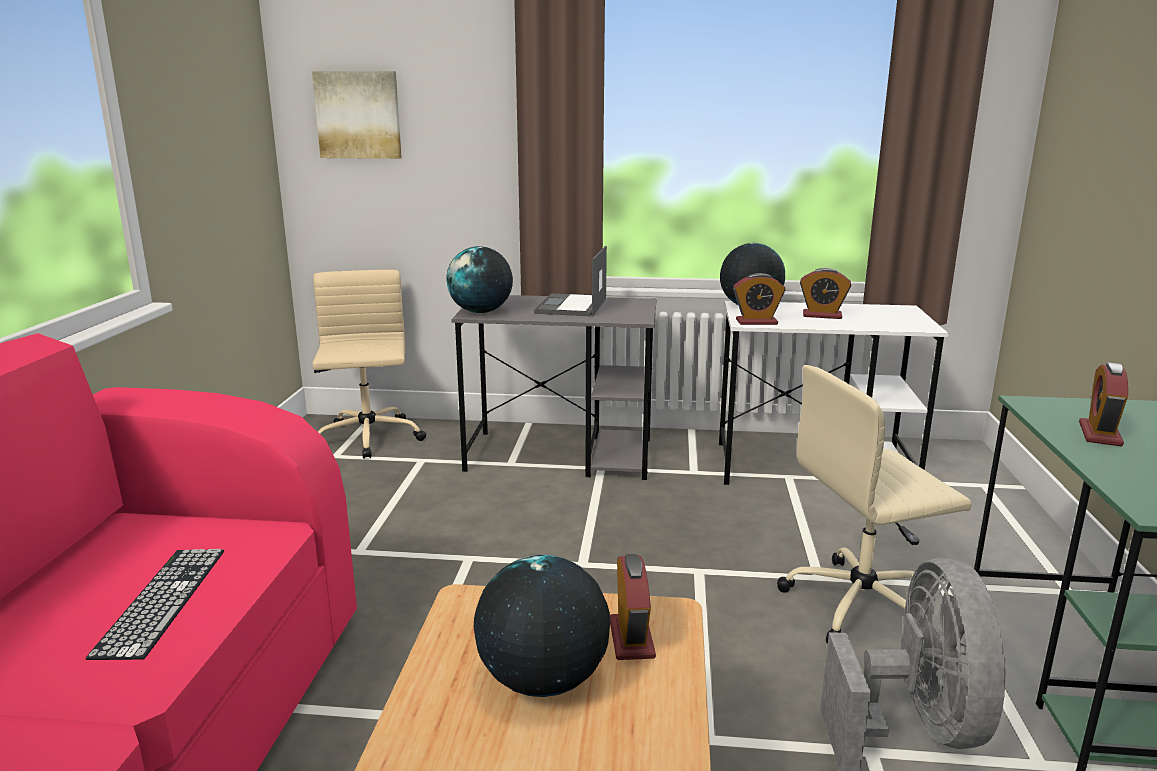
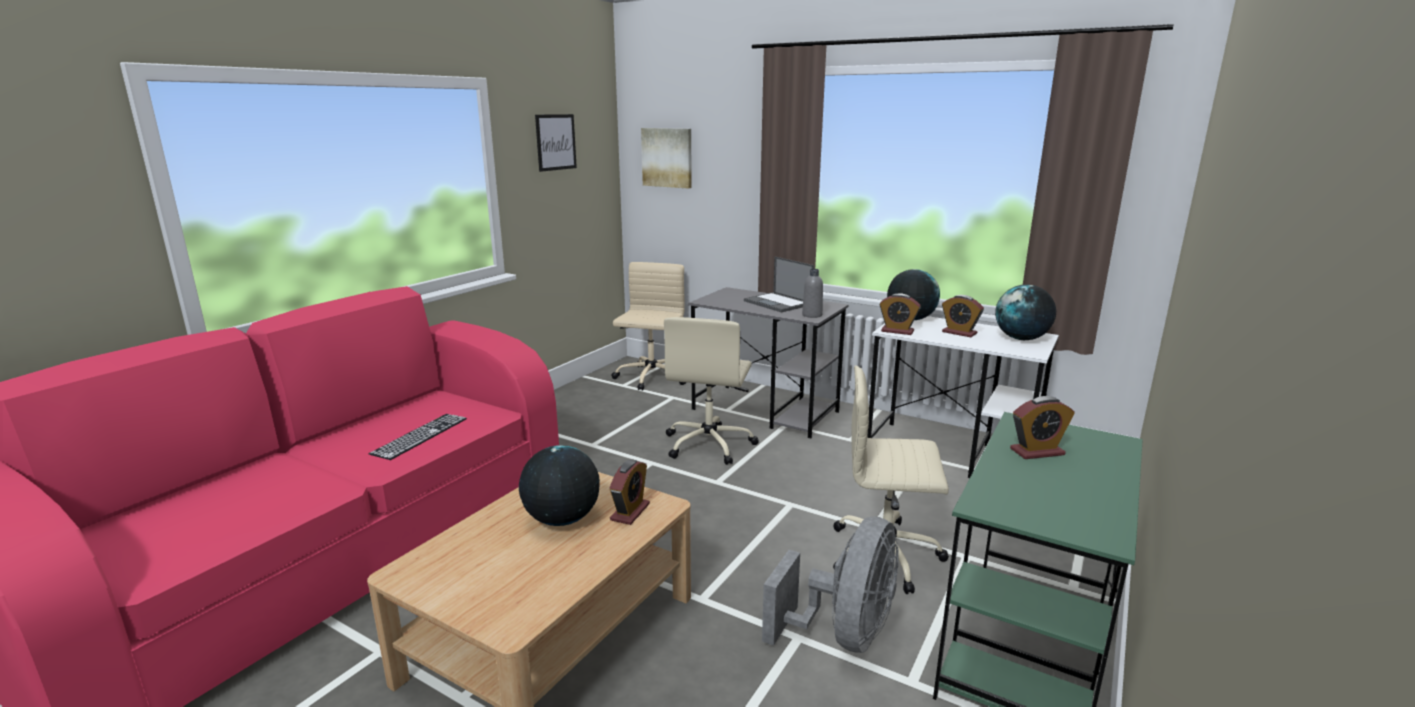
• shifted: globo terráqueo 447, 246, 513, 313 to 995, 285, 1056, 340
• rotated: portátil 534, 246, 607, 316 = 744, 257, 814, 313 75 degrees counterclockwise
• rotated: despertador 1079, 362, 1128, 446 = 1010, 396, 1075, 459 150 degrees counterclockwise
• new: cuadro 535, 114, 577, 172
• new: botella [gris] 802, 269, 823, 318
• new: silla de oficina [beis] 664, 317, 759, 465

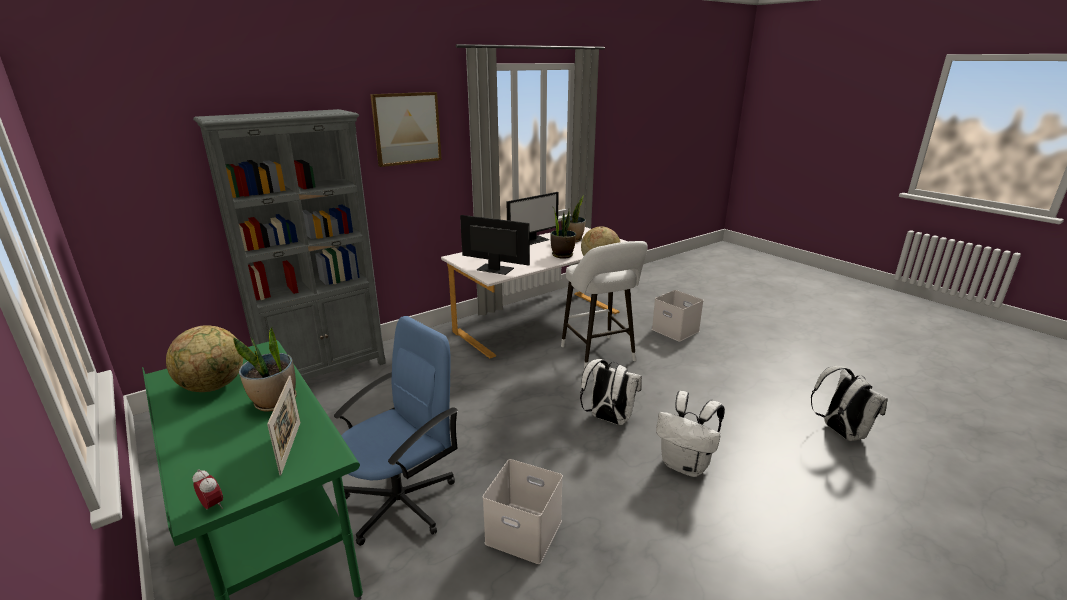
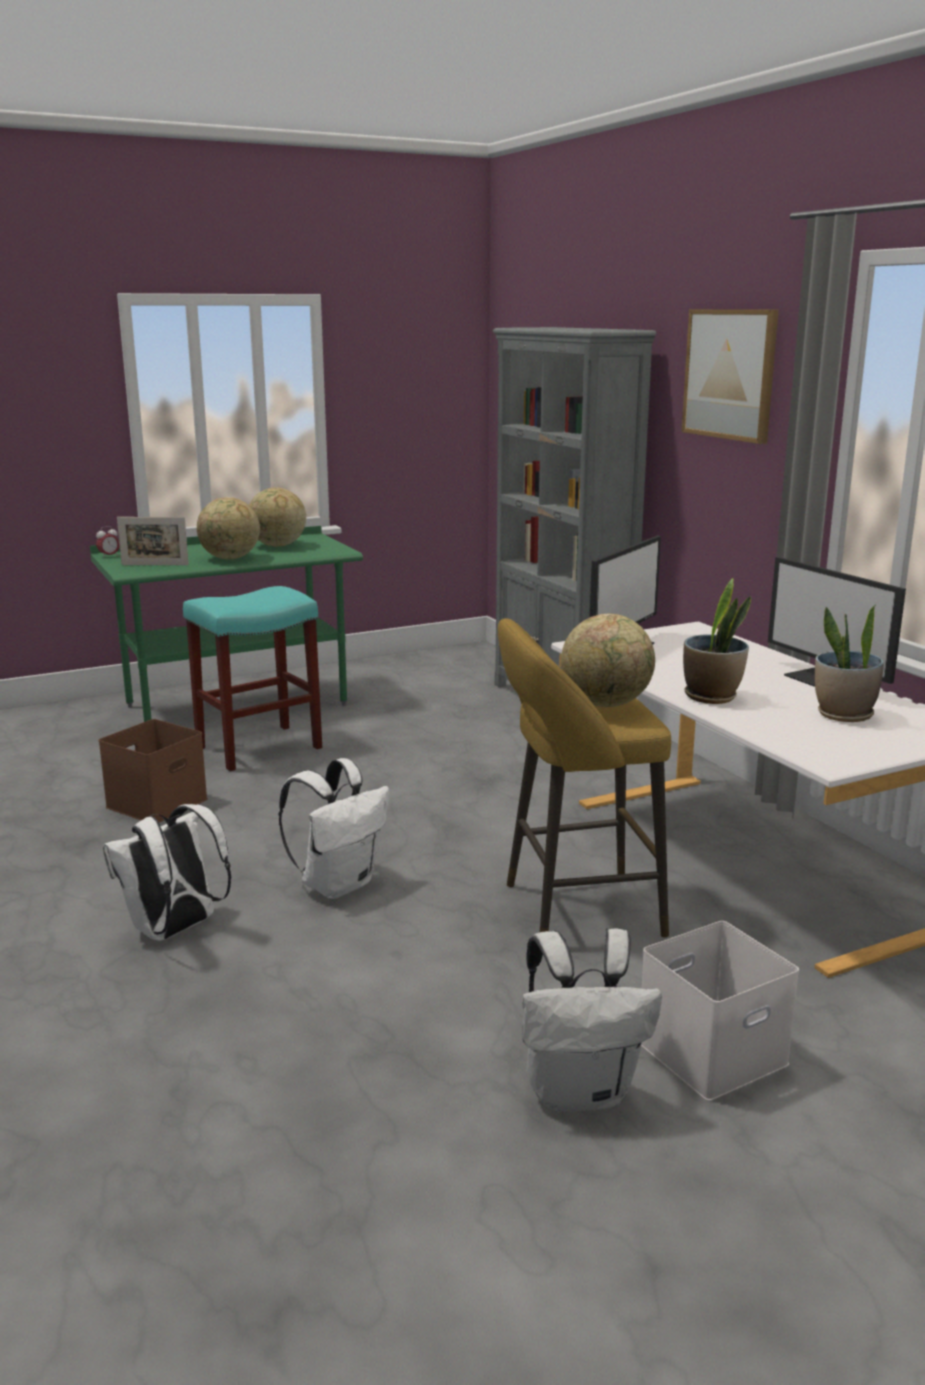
• repainted: taburete [blanco] 561, 241, 648, 369 to taburete [amarillo] 498, 618, 671, 937
• swapped: silla de oficina [azul] 334, 316, 458, 546 to taburete [turquesa] 183, 586, 322, 771
• swapped: planta en maceta 233, 326, 297, 412 to globo terráqueo 197, 497, 260, 559
• shifted: mochila [blanco] 811, 366, 888, 441 to 522, 928, 662, 1112
• repainted: caja de almacenaje [blanco] 483, 459, 563, 564 to caja de almacenaje [marrón] 99, 719, 208, 823

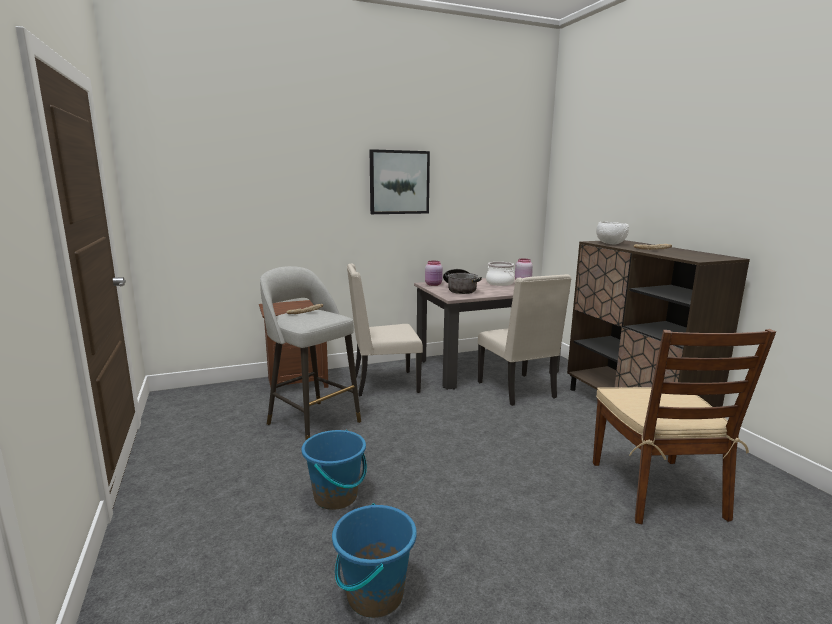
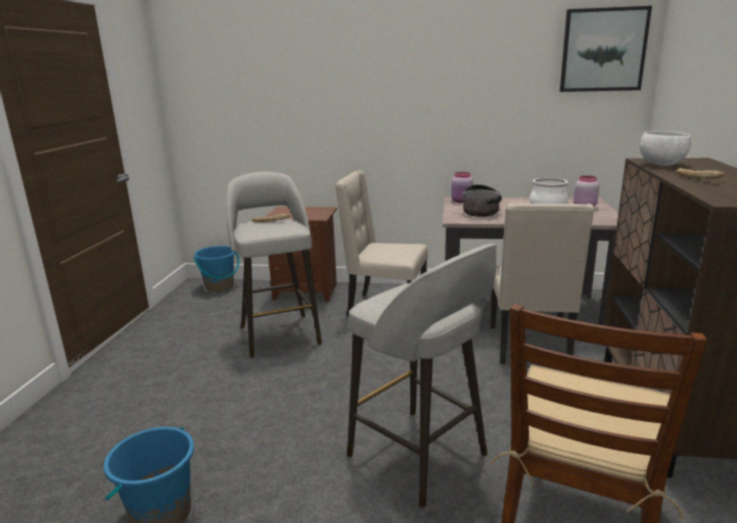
• shifted: cuadro 370, 149, 430, 214 to 560, 6, 652, 92
• shifted: cubo [azul] 301, 430, 367, 510 to 193, 246, 240, 292
• new: taburete [gris] 347, 244, 496, 508

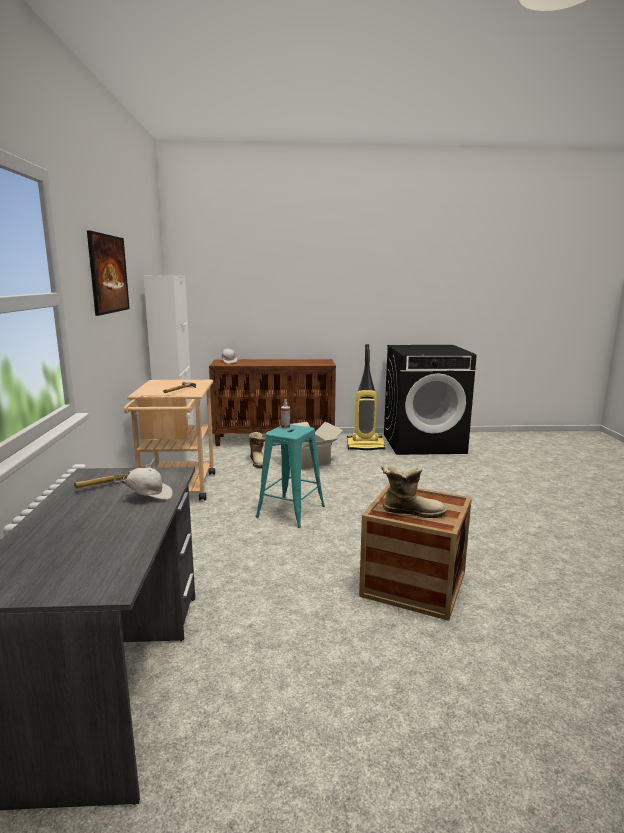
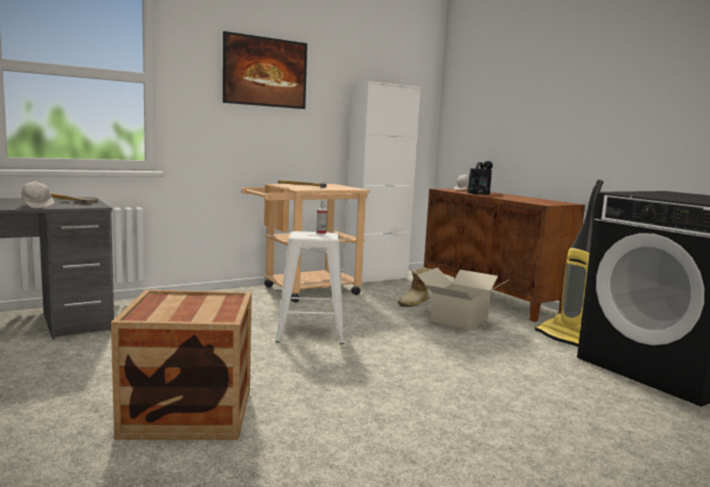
• repainted: taburete [turquesa] 256, 424, 325, 528 to taburete [blanco] 276, 231, 344, 344
• gone: bota 381, 465, 447, 518
• new: regadera [negro] 467, 161, 493, 195

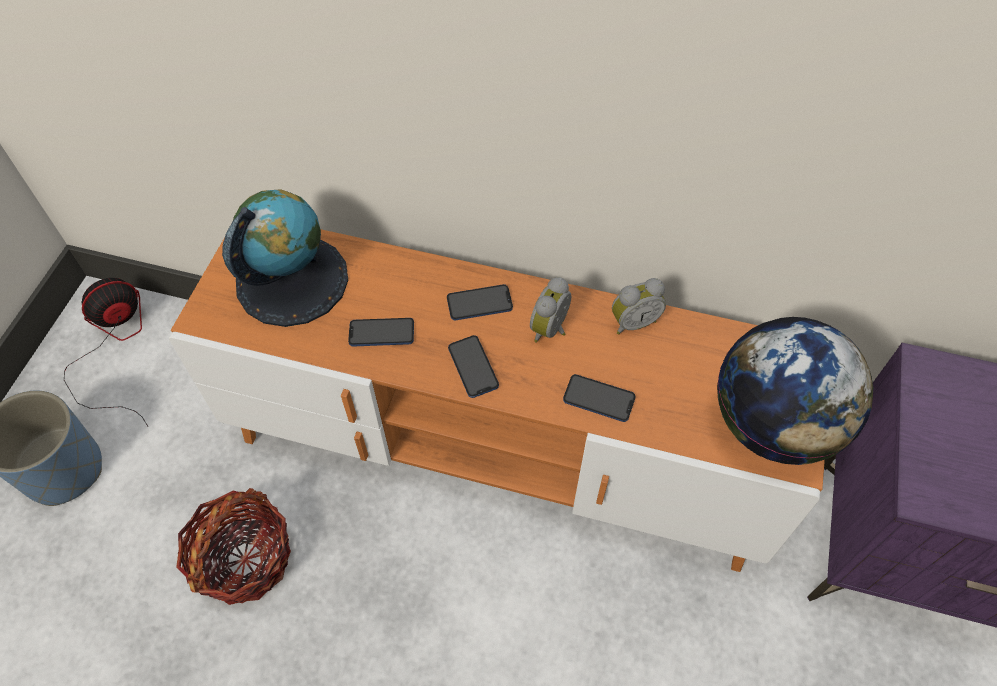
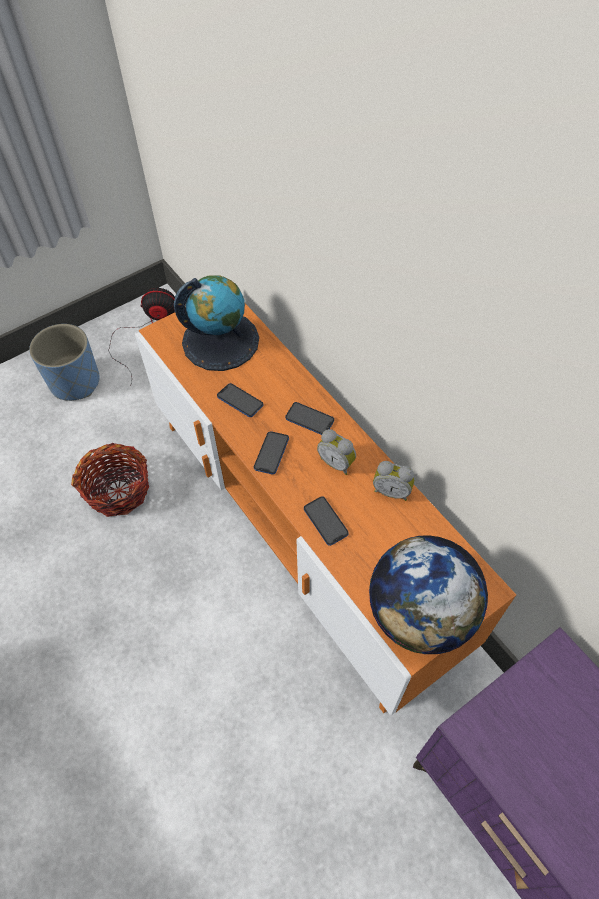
• rotated: despertador 530, 277, 571, 343 = 317, 429, 356, 475 120 degrees counterclockwise

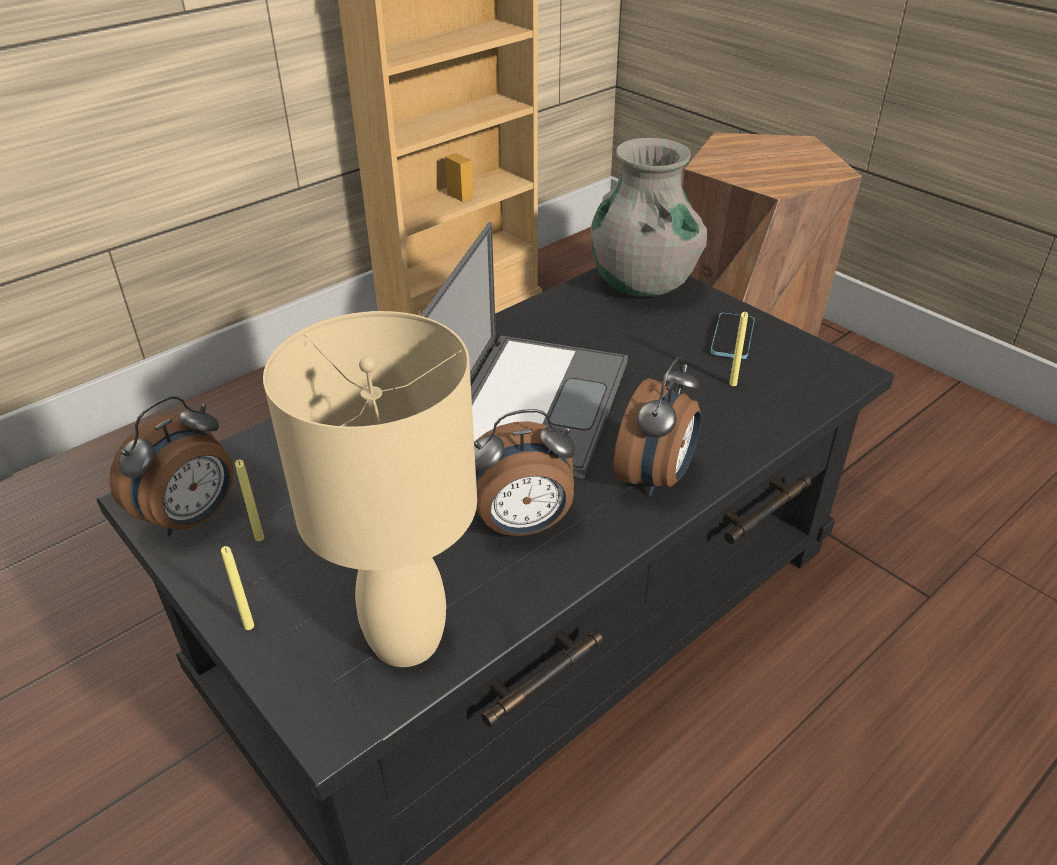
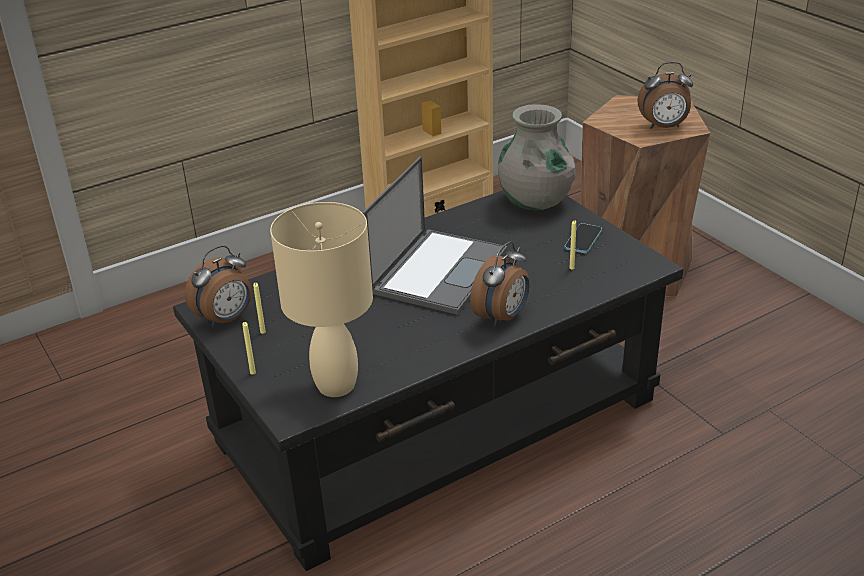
• shifted: despertador 474, 409, 576, 536 to 637, 62, 693, 129

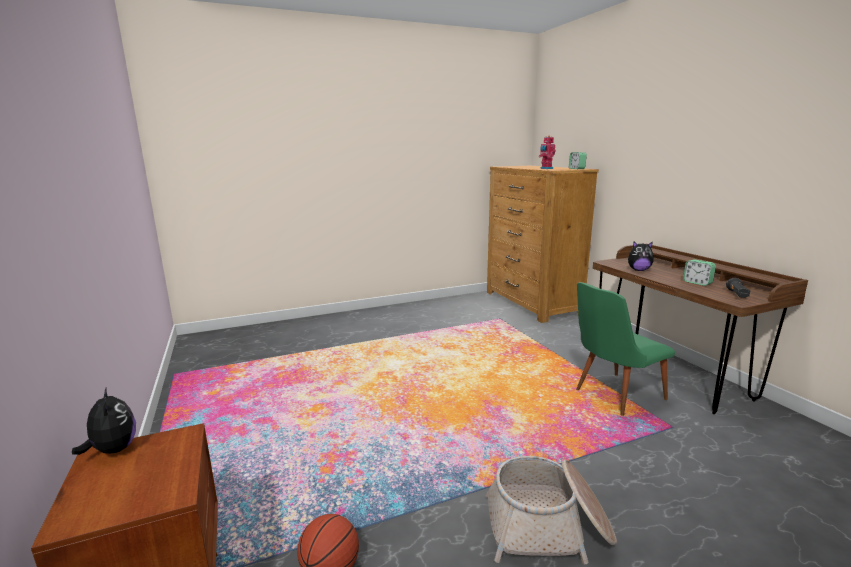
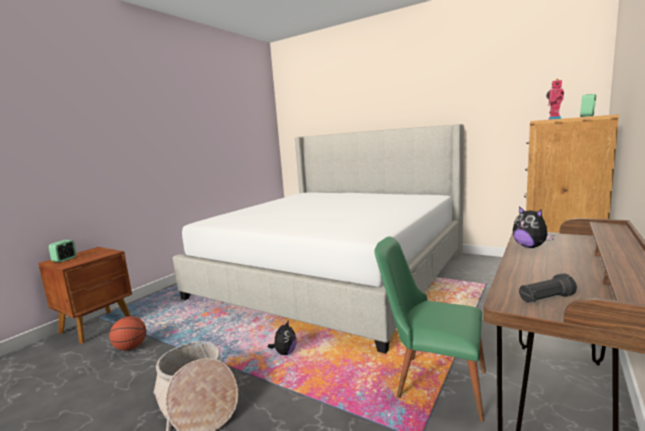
• shifted: despertador 683, 259, 716, 286 to 49, 240, 77, 262
• shifted: peluche 72, 388, 136, 455 to 268, 320, 296, 355
• new: cama 173, 124, 464, 354

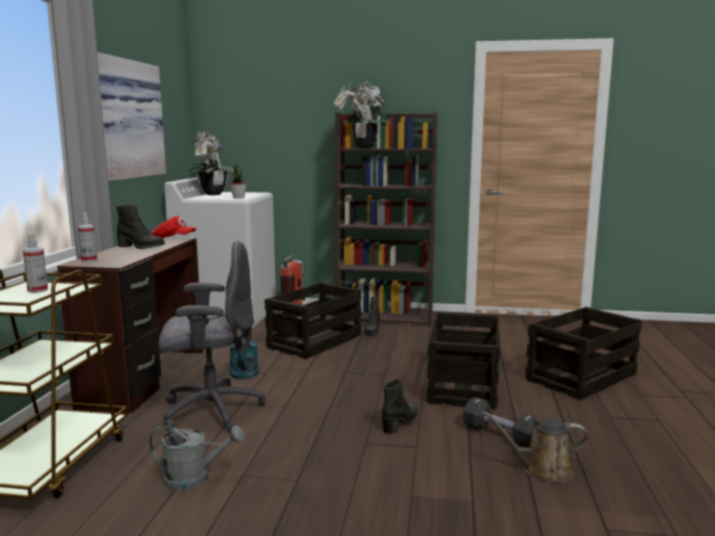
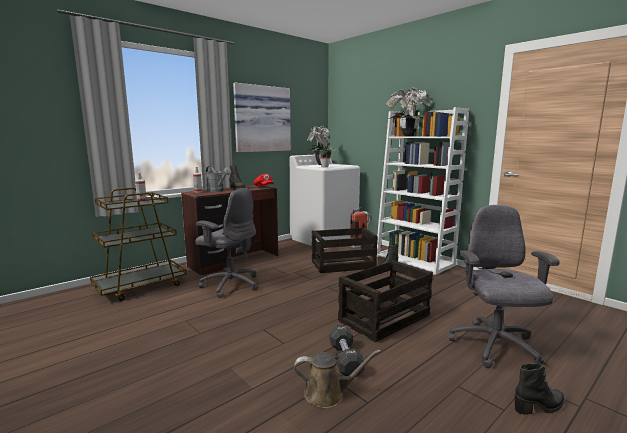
• repainted: estantería [marrón] 334, 112, 438, 327 to estantería [blanco] 377, 107, 469, 275
• swapped: caja de embalaje 525, 307, 642, 400 to silla de oficina [gris] 449, 205, 560, 368
• gone: regadera [turquesa] 230, 329, 259, 379
• shifted: bota [negro] 382, 379, 417, 434 to 515, 363, 564, 415
• rotated: regadera [marrón] 483, 411, 588, 483 = 294, 350, 381, 408 135 degrees clockwise
• shifted: regadera [gris] 149, 425, 245, 490 to 206, 166, 231, 192

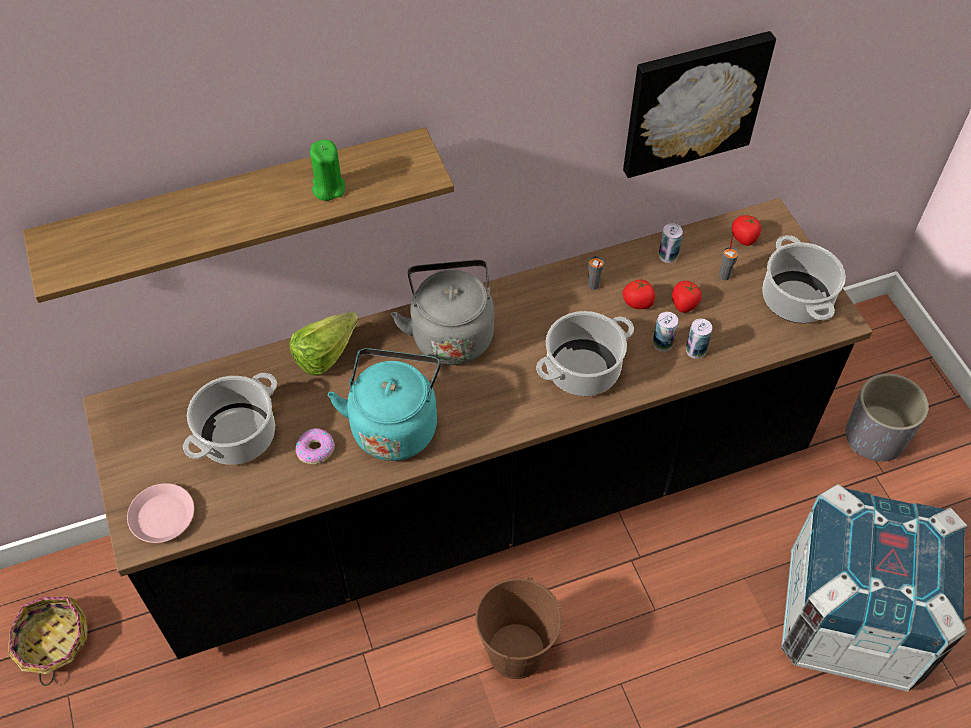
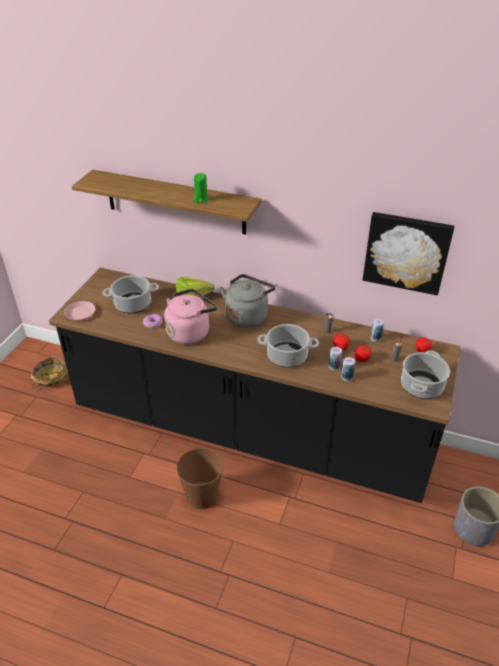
• repainted: hervidor [turquesa] 328, 348, 441, 461 to hervidor [rosa] 164, 289, 217, 344
• gone: caja de embalaje 781, 484, 968, 692

